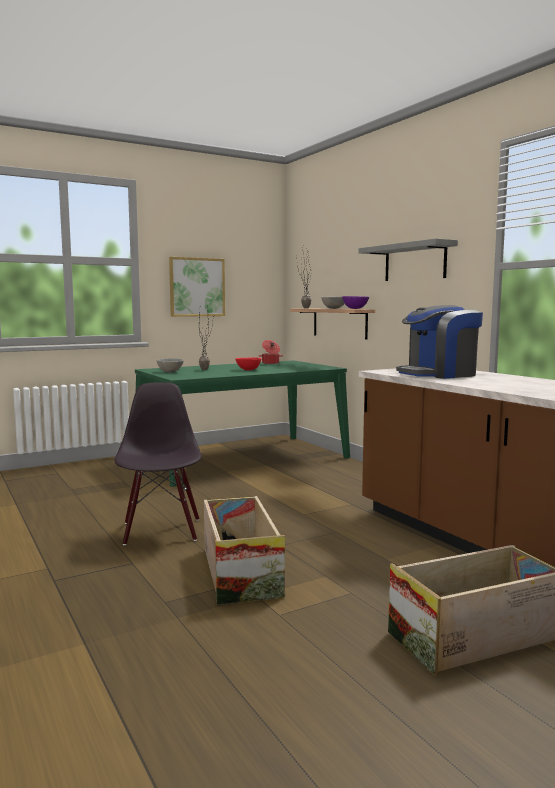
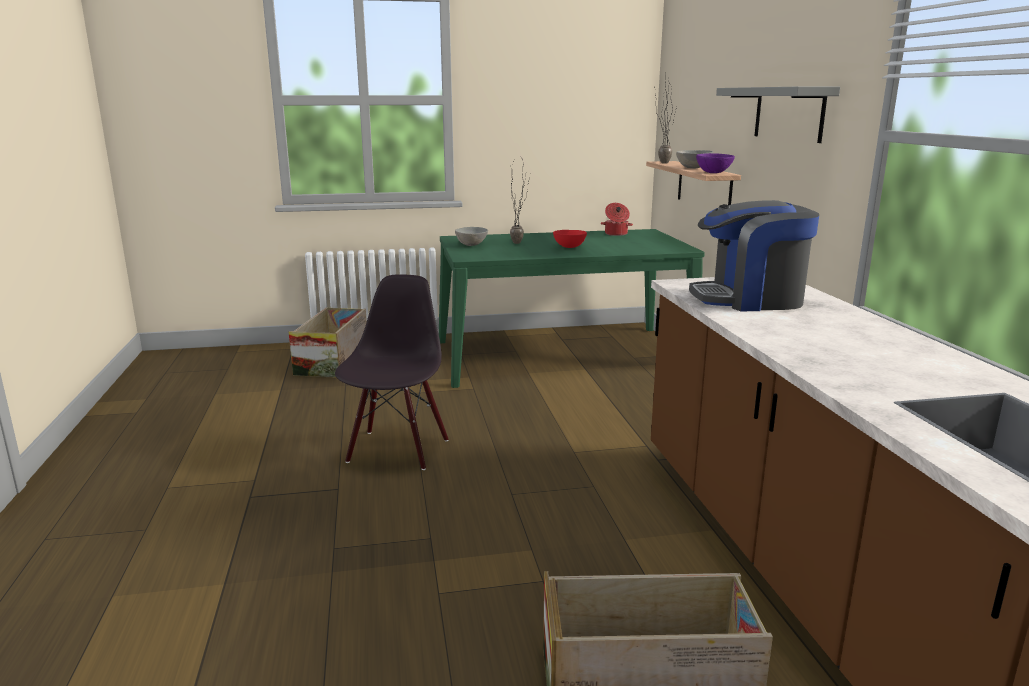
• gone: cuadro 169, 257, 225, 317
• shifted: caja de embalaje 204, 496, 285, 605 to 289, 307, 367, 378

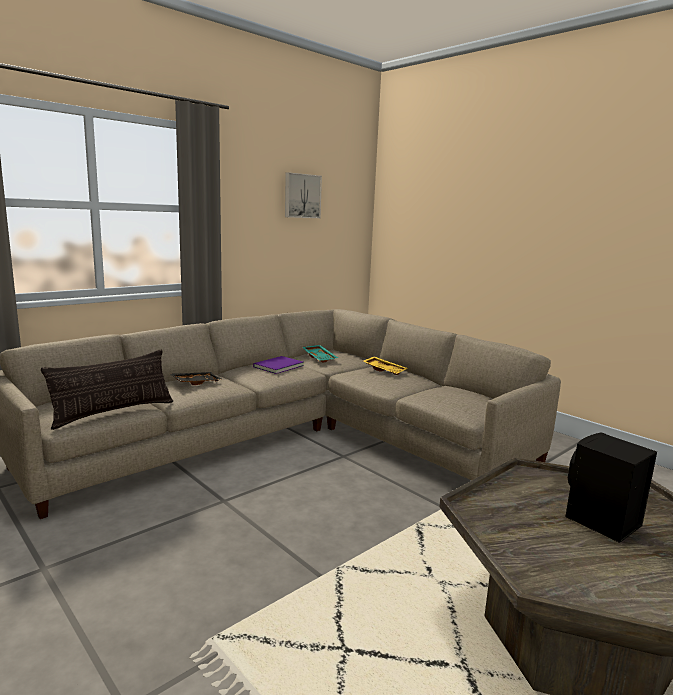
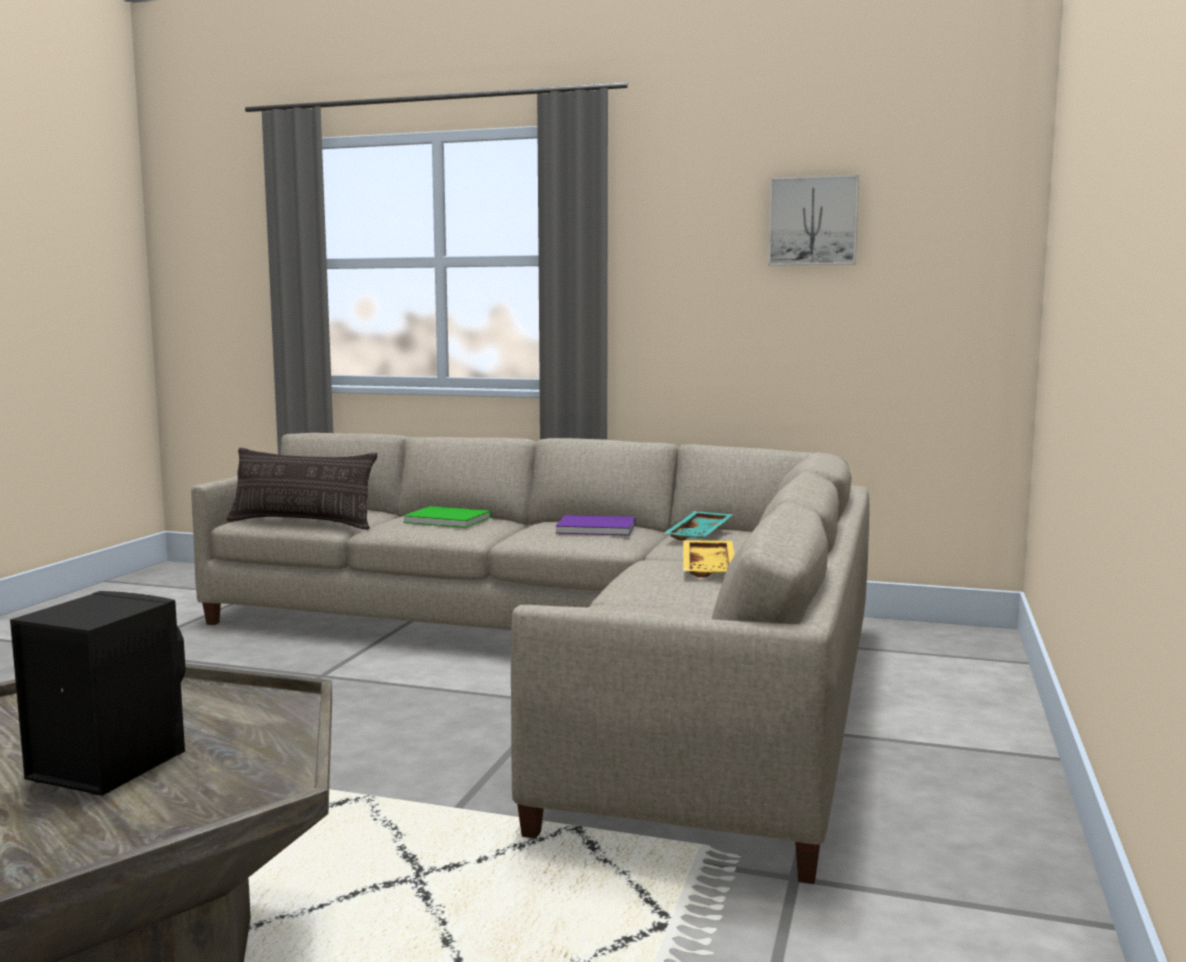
• swapped: bandeja [negro] 170, 372, 221, 385 to libro [verde] 403, 506, 491, 528

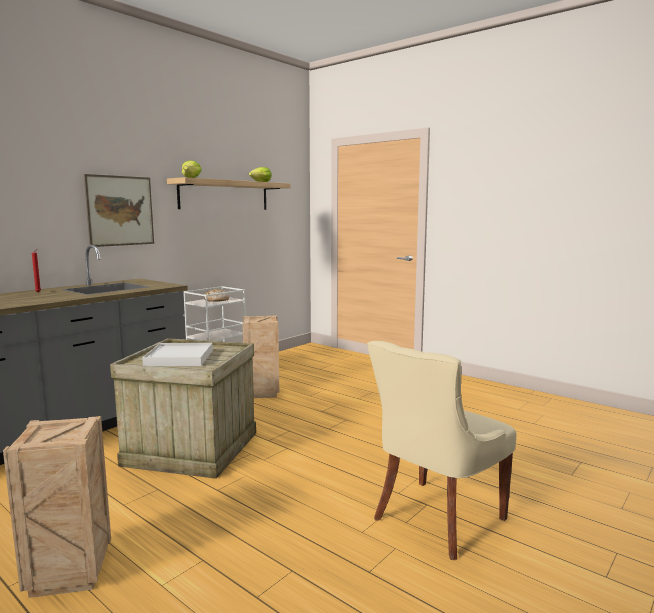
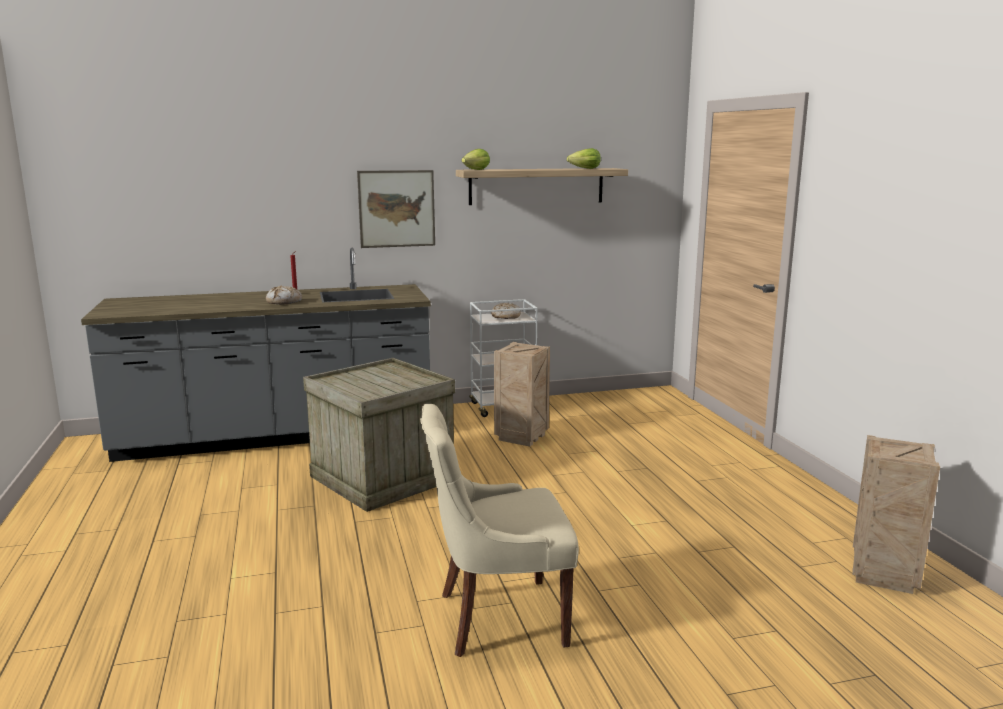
• gone: bandeja [blanco] 142, 343, 213, 366
• shifted: caja de embalaje 3, 416, 111, 598 to 852, 435, 940, 594
• new: pan 266, 286, 302, 305

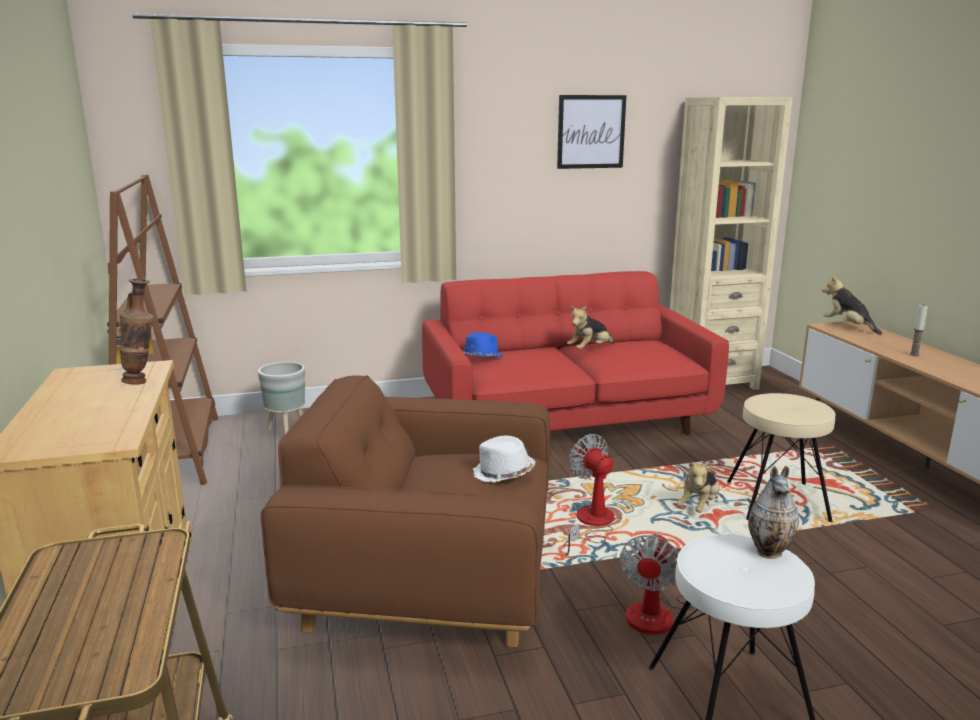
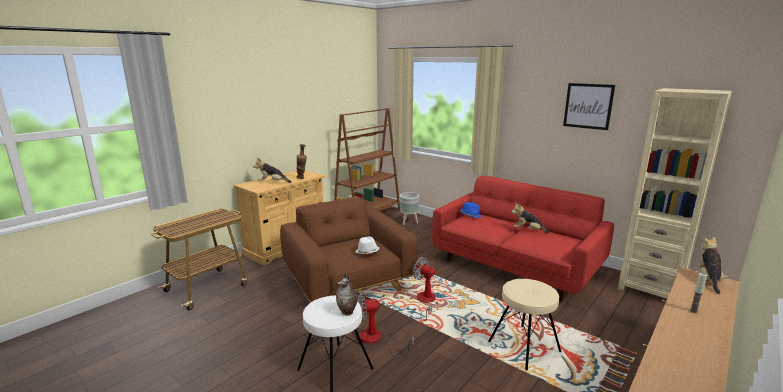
• rotated: ventilador 563, 434, 614, 555 = 412, 257, 438, 321 75 degrees counterclockwise
• shifted: peluche 677, 461, 720, 513 to 253, 158, 292, 183

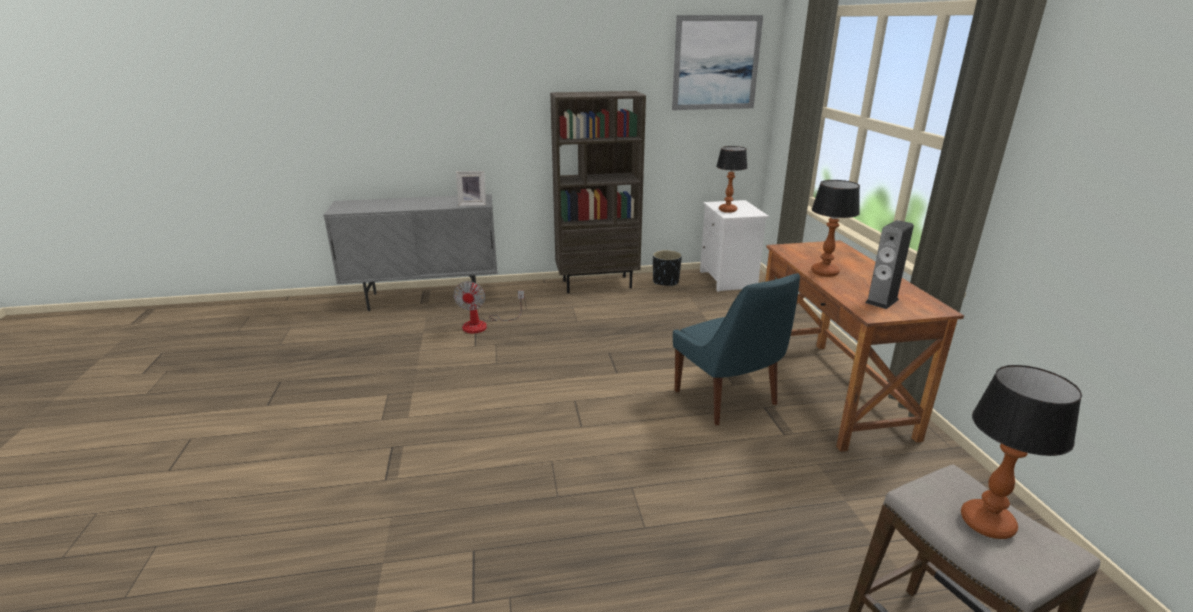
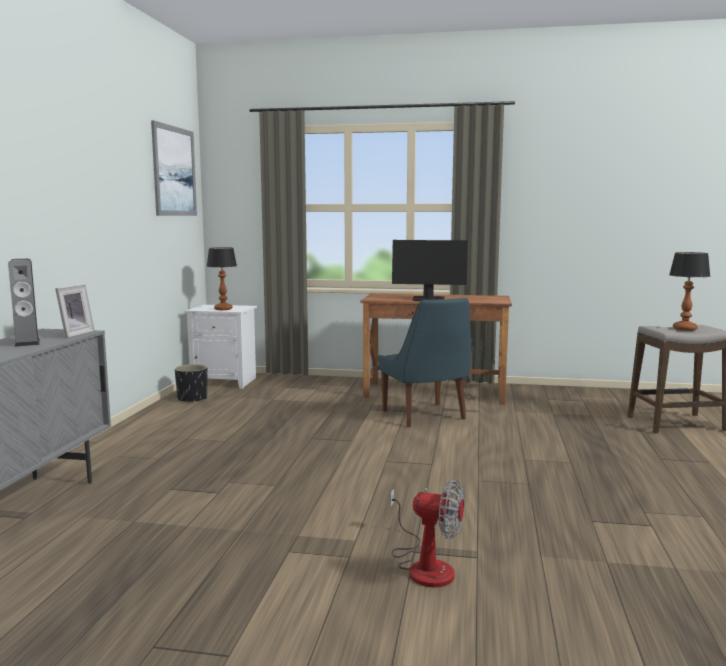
• gone: estantería [marrón] 550, 91, 646, 293
• swapped: lámpara de mesa 811, 180, 860, 277 to monitor 392, 240, 468, 301
• shifted: altavoz 865, 220, 914, 309 to 8, 259, 40, 347
• rotated: silla [azul] 673, 273, 800, 425 = 378, 298, 471, 427 75 degrees clockwise
• shifted: ventilador 453, 281, 524, 333 to 390, 480, 465, 587

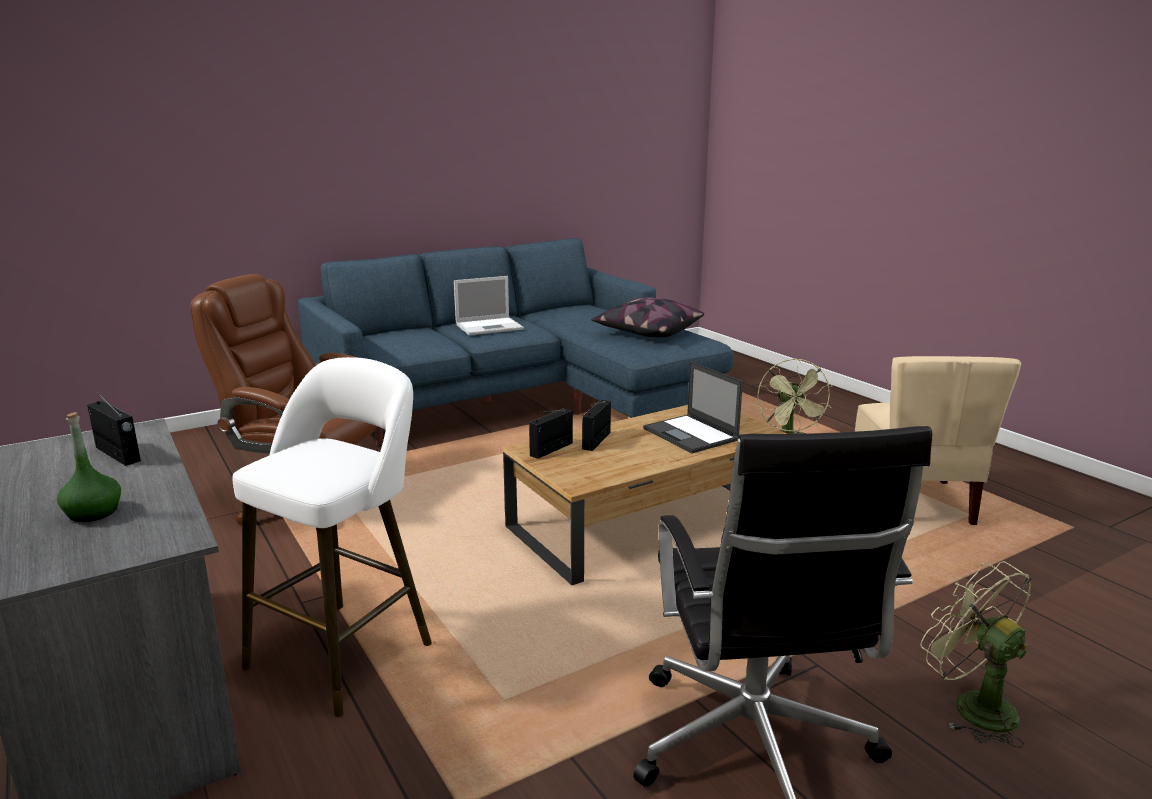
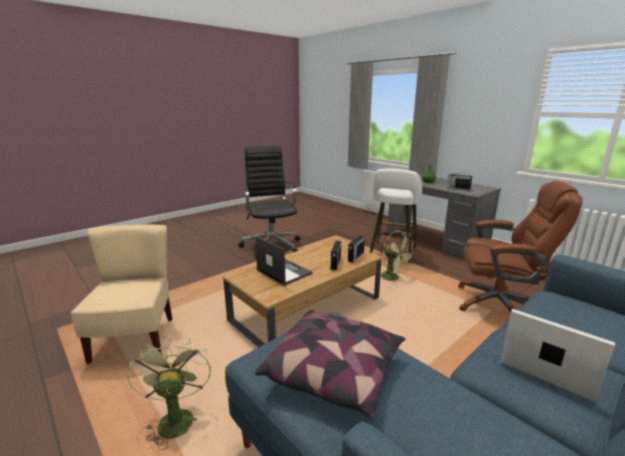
• rotated: portátil 454, 276, 524, 335 = 501, 309, 615, 402 75 degrees clockwise
• shifted: ventilador [verde] 920, 561, 1032, 748 to 380, 231, 415, 281

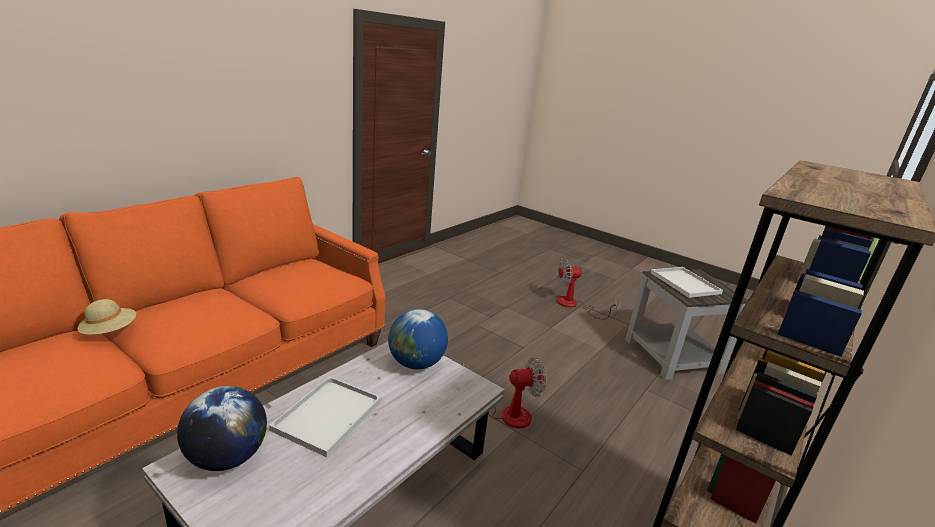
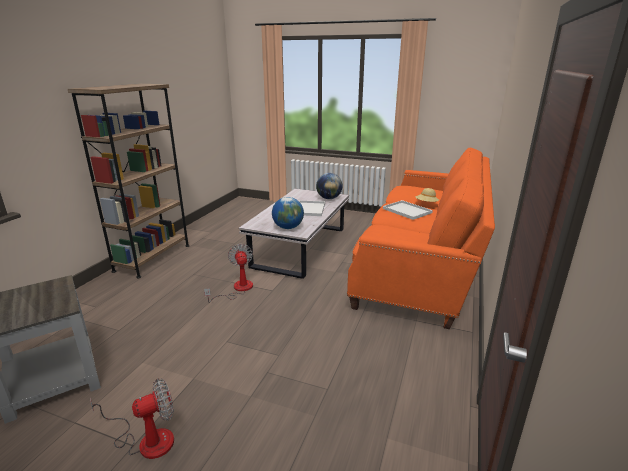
• shifted: bandeja [blanco] 651, 267, 723, 298 to 383, 200, 433, 220
• rotated: ventilador 462, 357, 546, 429 = 204, 244, 253, 303 105 degrees clockwise

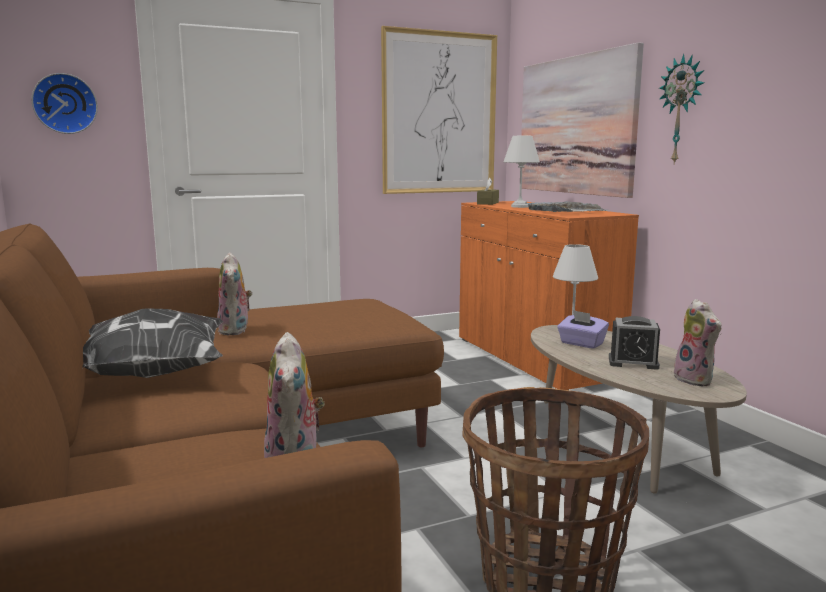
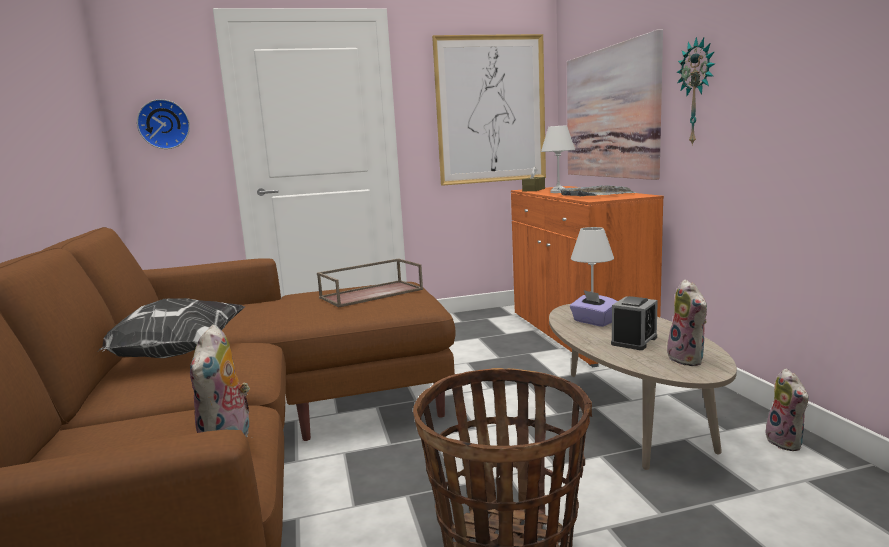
• shifted: peluche 217, 252, 252, 335 to 763, 368, 809, 451
• rotated: despertador 609, 316, 660, 370 = 611, 296, 658, 350 75 degrees counterclockwise
• new: bandeja [marrón] 317, 259, 423, 308

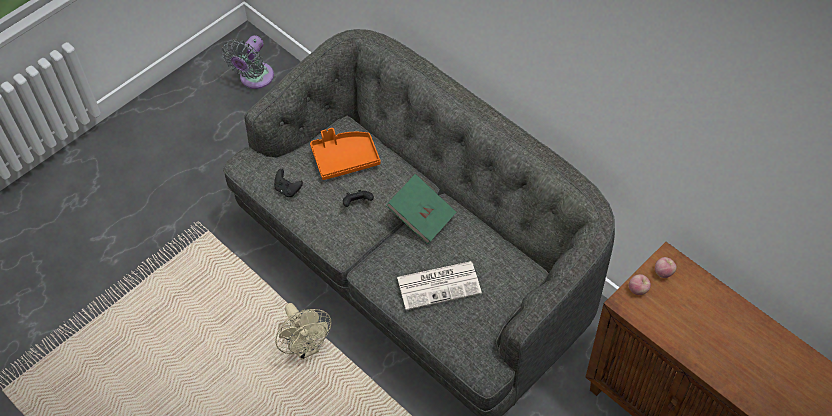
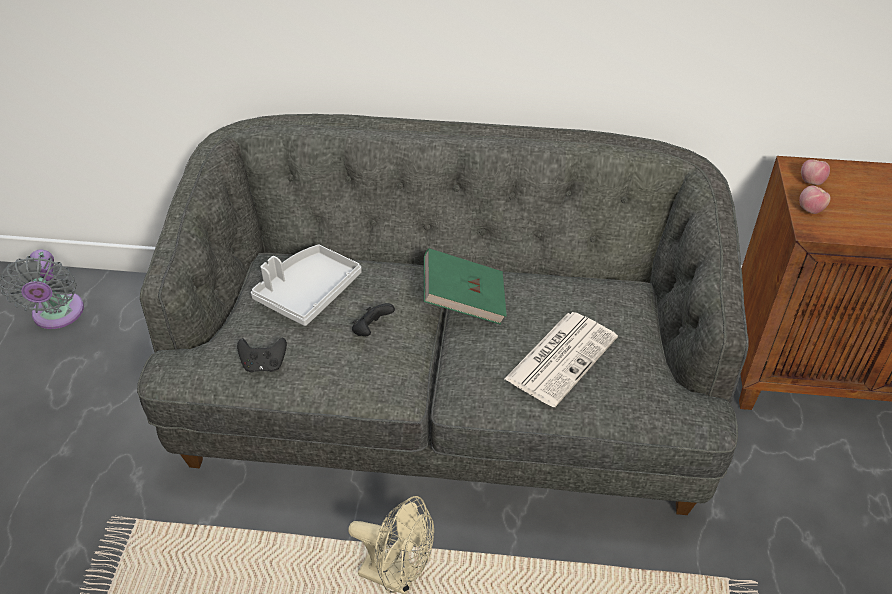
• repainted: bandeja [naranja] 310, 128, 381, 180 to bandeja [gris] 251, 244, 362, 326

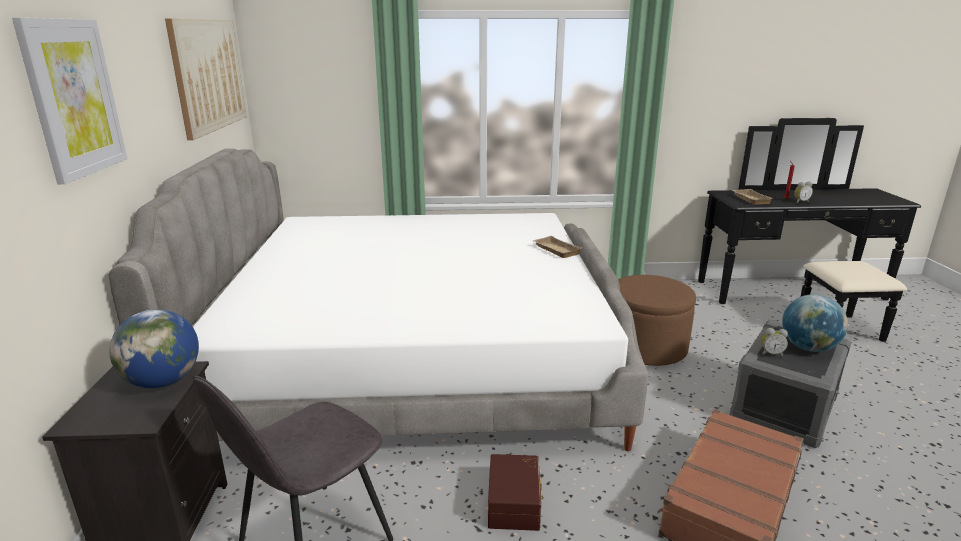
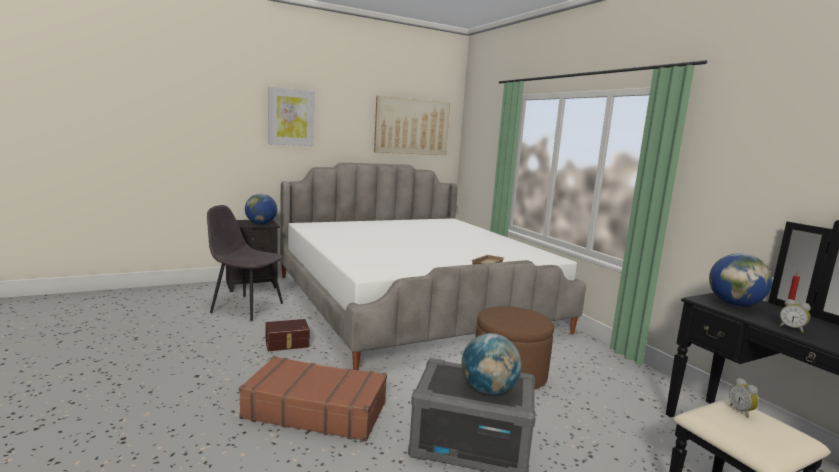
• swapped: bandeja [beis] 732, 189, 772, 205 to globo terráqueo 709, 253, 773, 307
• shifted: despertador 761, 328, 788, 357 to 729, 378, 759, 418

